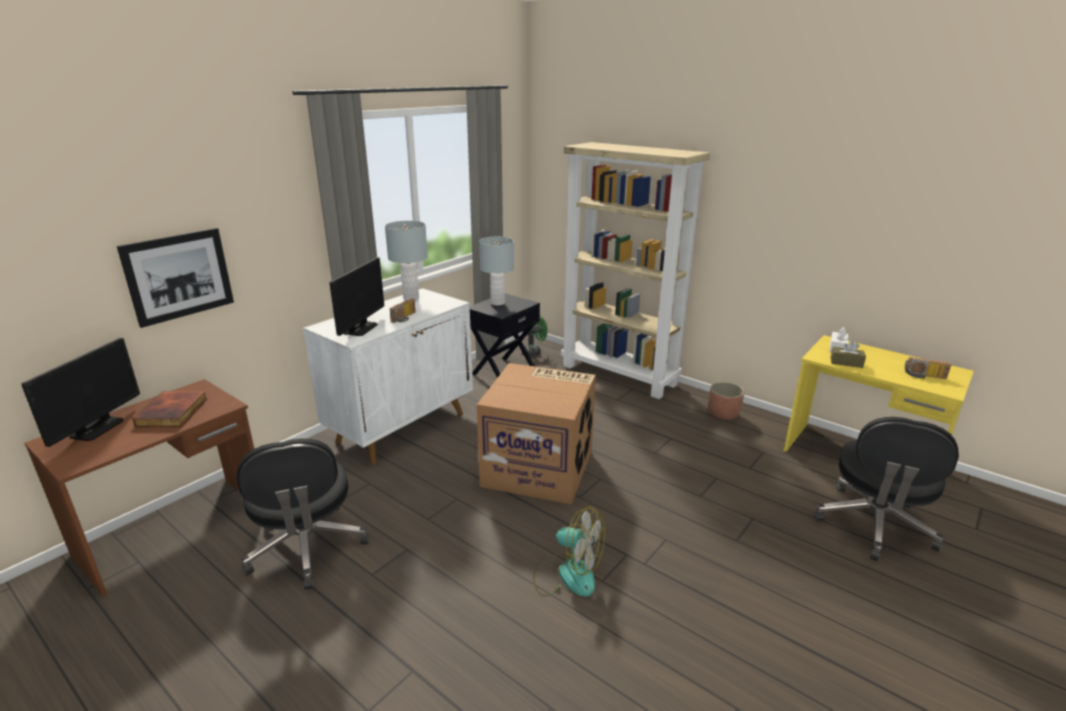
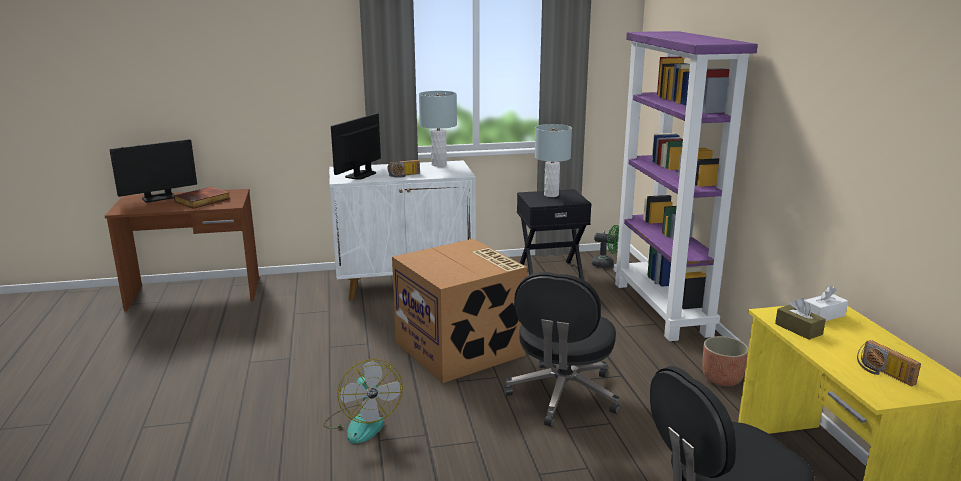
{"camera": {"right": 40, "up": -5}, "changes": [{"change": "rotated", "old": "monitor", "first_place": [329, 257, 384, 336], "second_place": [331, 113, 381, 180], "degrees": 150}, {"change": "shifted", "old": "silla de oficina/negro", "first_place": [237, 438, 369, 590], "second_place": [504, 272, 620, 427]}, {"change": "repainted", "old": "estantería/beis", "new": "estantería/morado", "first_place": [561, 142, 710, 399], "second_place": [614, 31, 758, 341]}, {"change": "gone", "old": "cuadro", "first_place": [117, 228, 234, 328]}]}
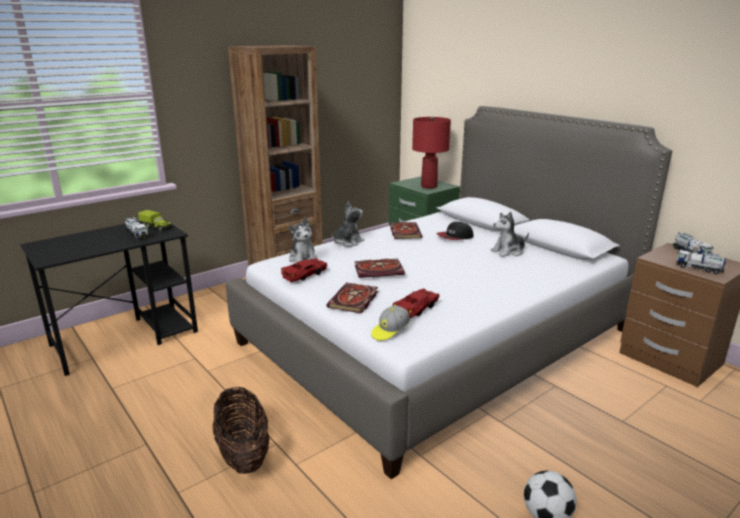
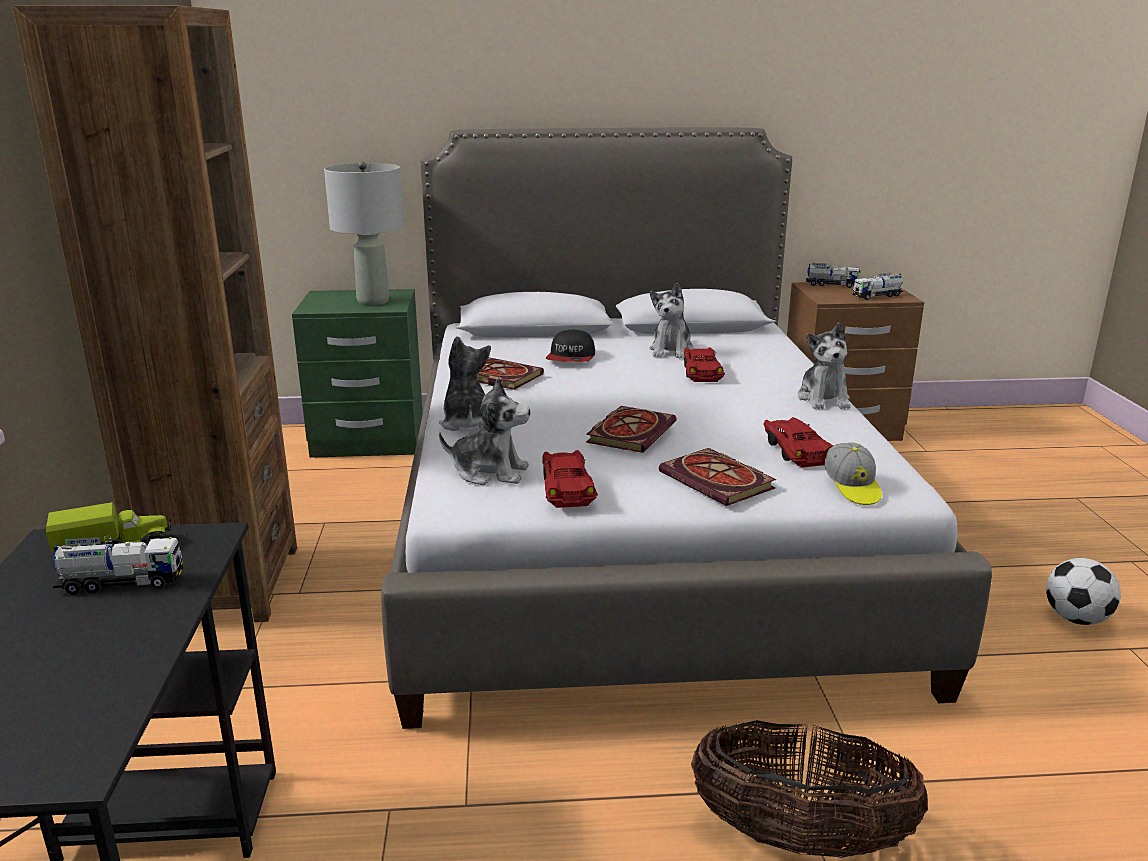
{"camera": {"right": -55, "up": 0}, "changes": [{"change": "repainted", "old": "lámpara de mesa/rojo", "new": "lámpara de mesa/gris", "first_place": [412, 116, 451, 189], "second_place": [324, 161, 404, 305]}, {"change": "new", "new": "coche de juguete/rojo", "second_place": [684, 347, 725, 382]}, {"change": "new", "new": "peluche", "second_place": [798, 322, 851, 409]}]}
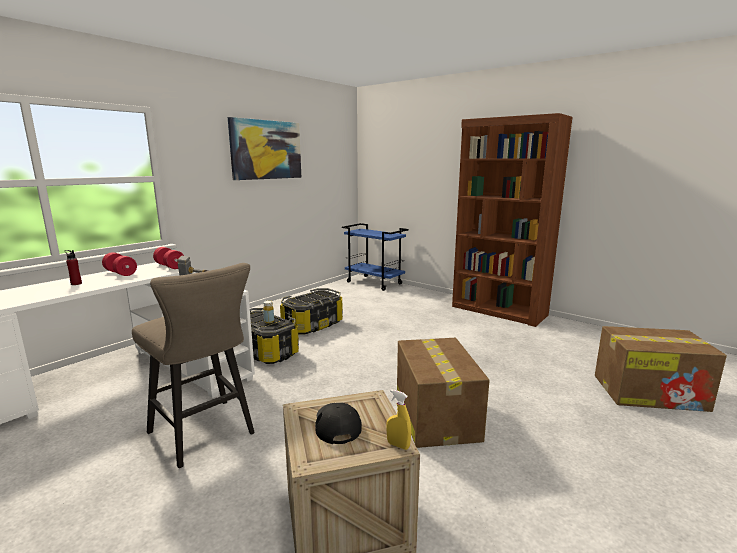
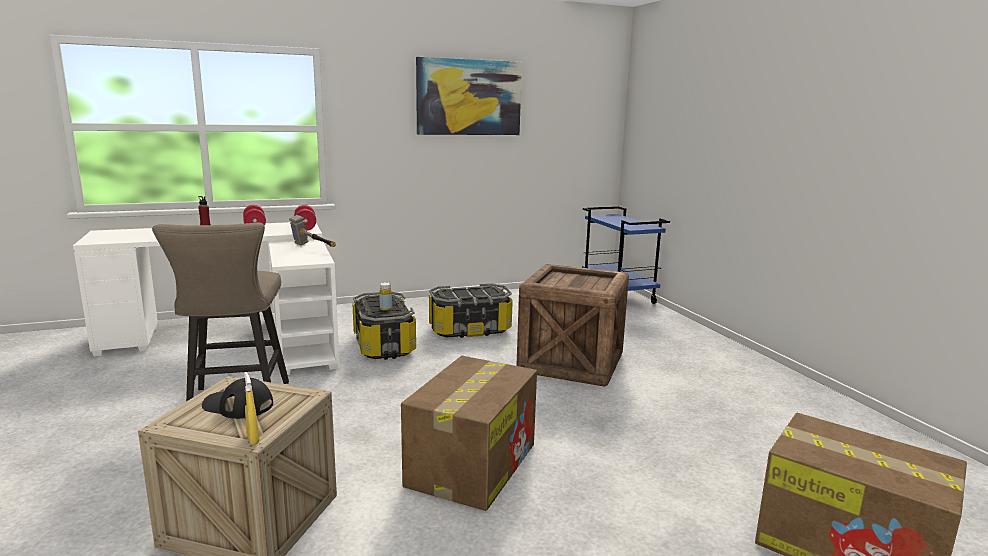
{"camera": {"right": 30, "up": 0}, "changes": [{"change": "rotated", "old": "gorra/negro", "first_place": [315, 403, 362, 444], "second_place": [202, 378, 273, 419], "degrees": -90}, {"change": "new", "new": "caja de embalaje", "second_place": [516, 264, 629, 386]}, {"change": "gone", "old": "estantería/marrón", "first_place": [452, 113, 573, 327]}]}
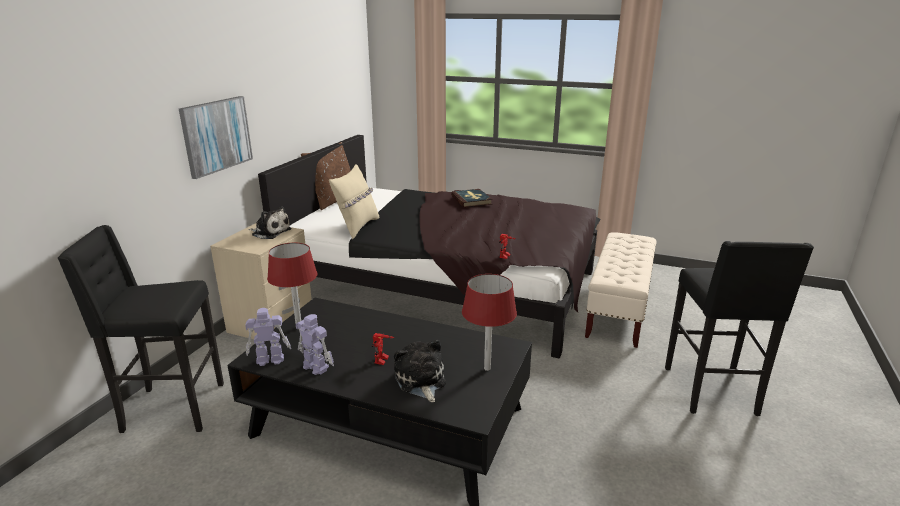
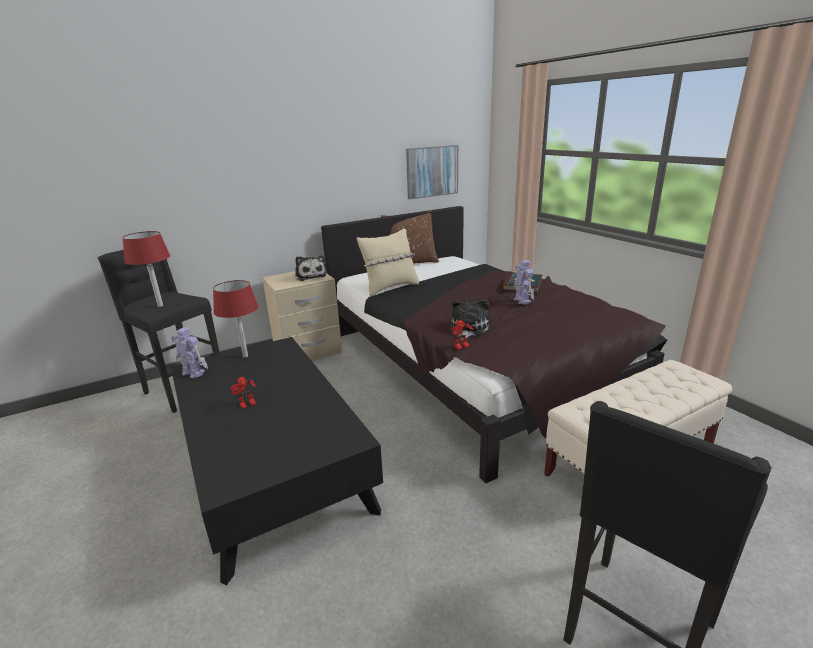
{"camera": {"right": 40, "up": 0}, "changes": [{"change": "shifted", "old": "lámpara de mesa/rojo", "first_place": [462, 274, 517, 371], "second_place": [122, 231, 170, 307]}, {"change": "shifted", "old": "cuadro", "first_place": [179, 96, 253, 179], "second_place": [406, 145, 458, 199]}, {"change": "shifted", "old": "peluche", "first_place": [394, 340, 446, 403], "second_place": [450, 298, 490, 341]}, {"change": "shifted", "old": "robot de juguete", "first_place": [296, 314, 334, 375], "second_place": [514, 260, 534, 305]}]}
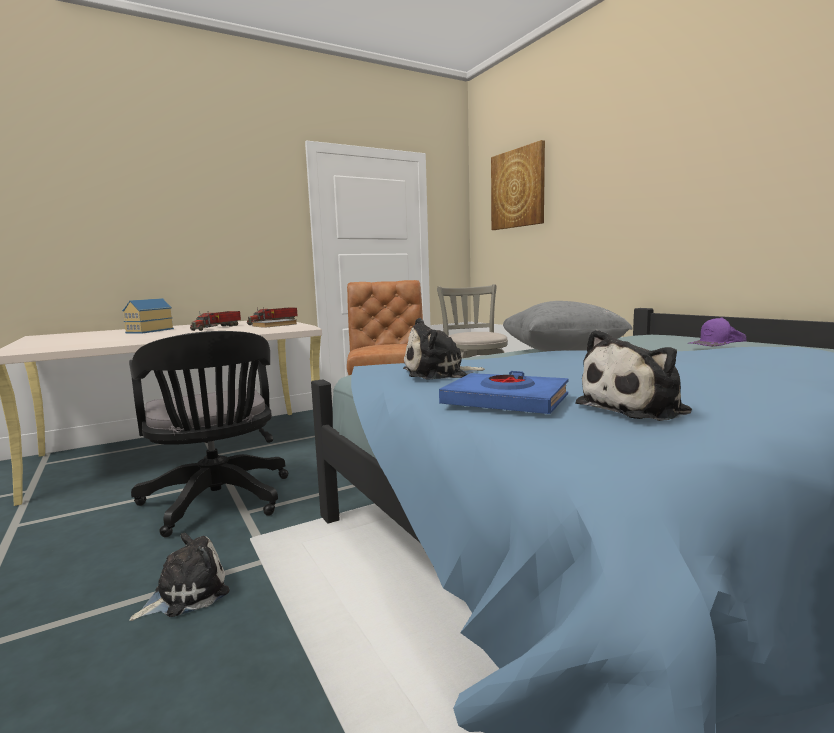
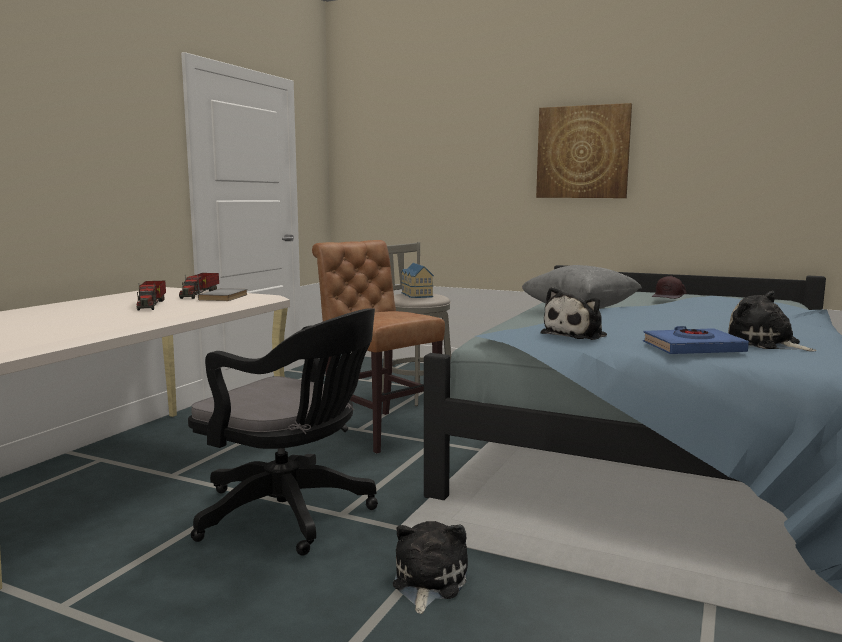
{"camera": {"right": -35, "up": 0}, "changes": [{"change": "shifted", "old": "casita", "first_place": [122, 298, 174, 334], "second_place": [401, 263, 434, 298]}, {"change": "shifted", "old": "cuadro", "first_place": [491, 140, 545, 230], "second_place": [536, 103, 632, 198]}, {"change": "repainted", "old": "gorra/morado", "new": "gorra/marrón", "first_place": [688, 317, 747, 346], "second_place": [652, 276, 687, 299]}, {"change": "rotated", "old": "peluche", "first_place": [575, 330, 692, 421], "second_place": [728, 291, 816, 351], "degrees": 120}]}
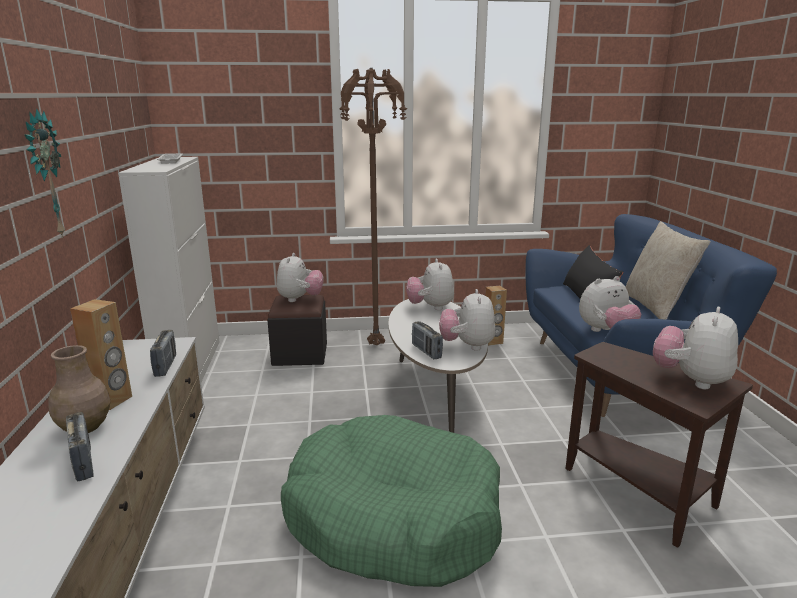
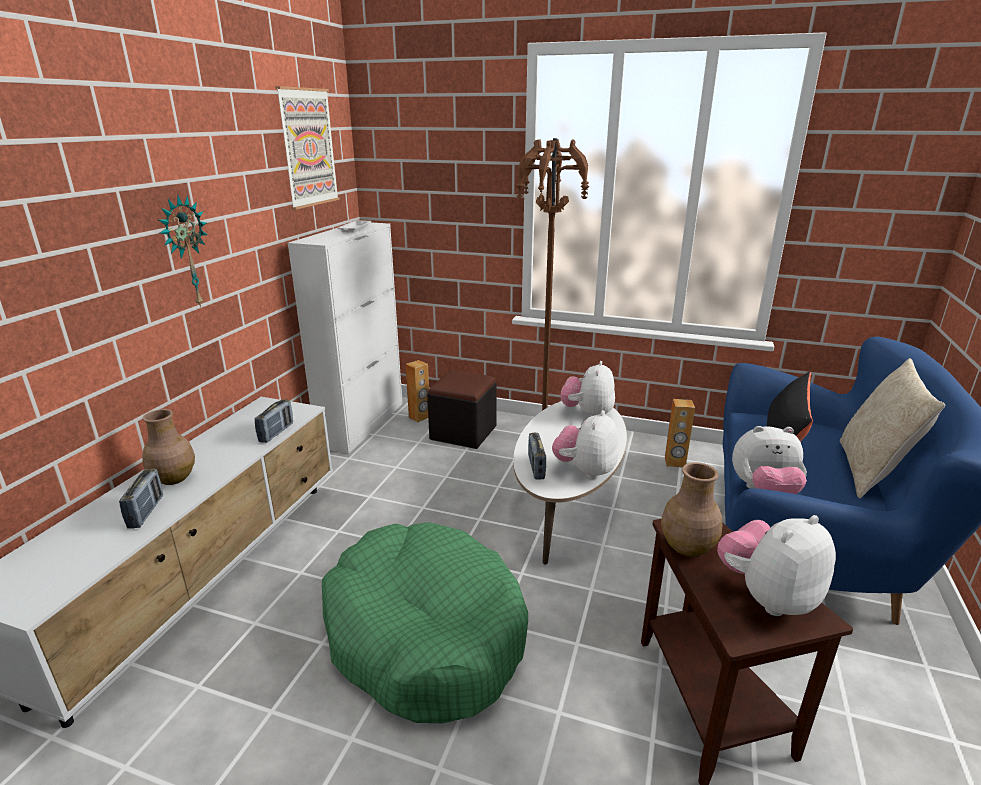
{"camera": {"right": 25, "up": 5}, "changes": [{"change": "new", "new": "cuadro", "second_place": [275, 86, 340, 210]}, {"change": "shifted", "old": "altavoz/marrón", "first_place": [70, 299, 132, 410], "second_place": [405, 360, 429, 422]}, {"change": "new", "new": "florero/marrón", "second_place": [661, 462, 722, 557]}, {"change": "gone", "old": "peluche", "first_place": [277, 253, 324, 302]}]}
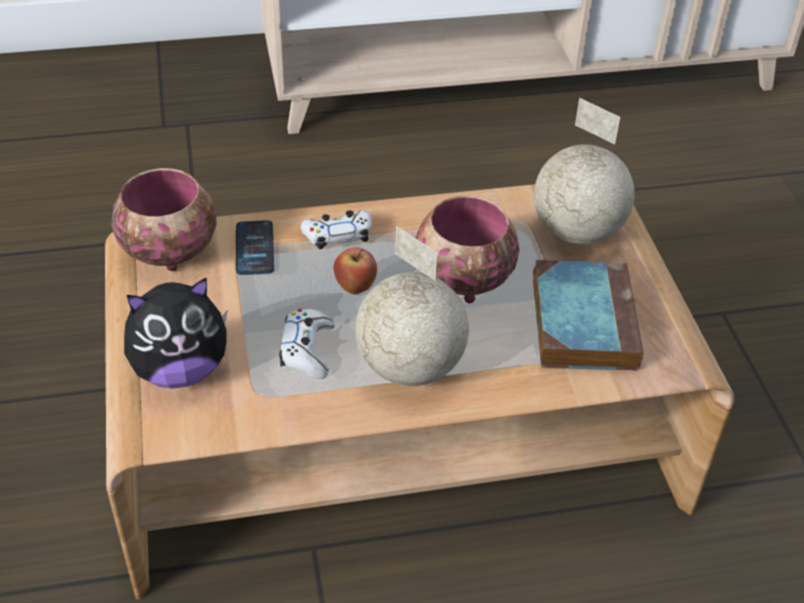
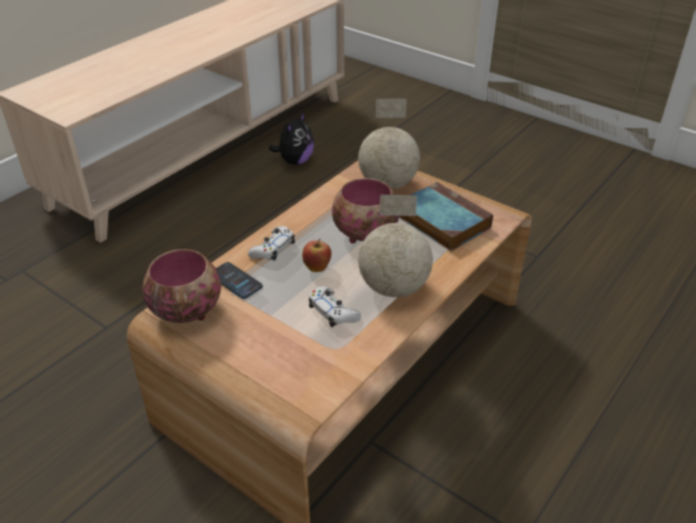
{"camera": {"right": -40, "up": -5}, "changes": [{"change": "shifted", "old": "peluche", "first_place": [124, 278, 227, 389], "second_place": [269, 112, 314, 165]}]}
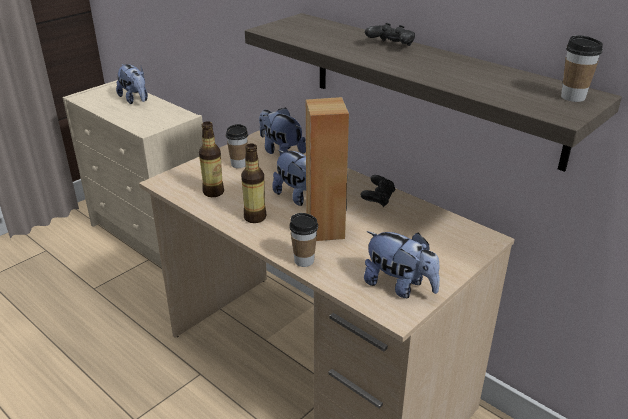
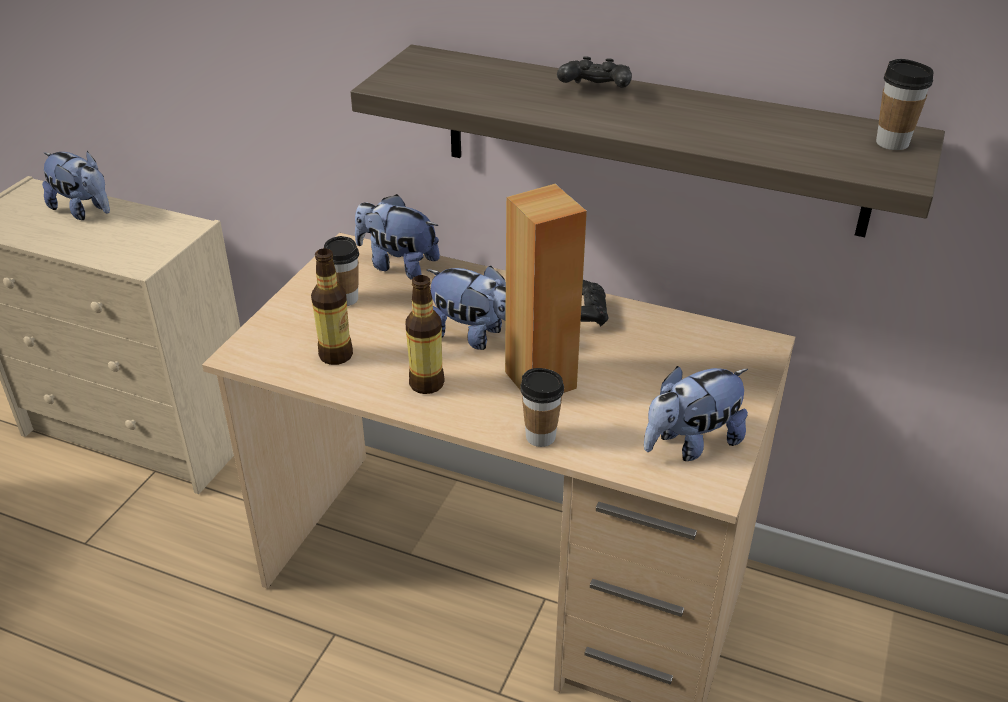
{"camera": {"right": -20, "up": 5}, "changes": [{"change": "rotated", "old": "peluche", "first_place": [364, 231, 440, 298], "second_place": [644, 366, 748, 461], "degrees": 135}]}
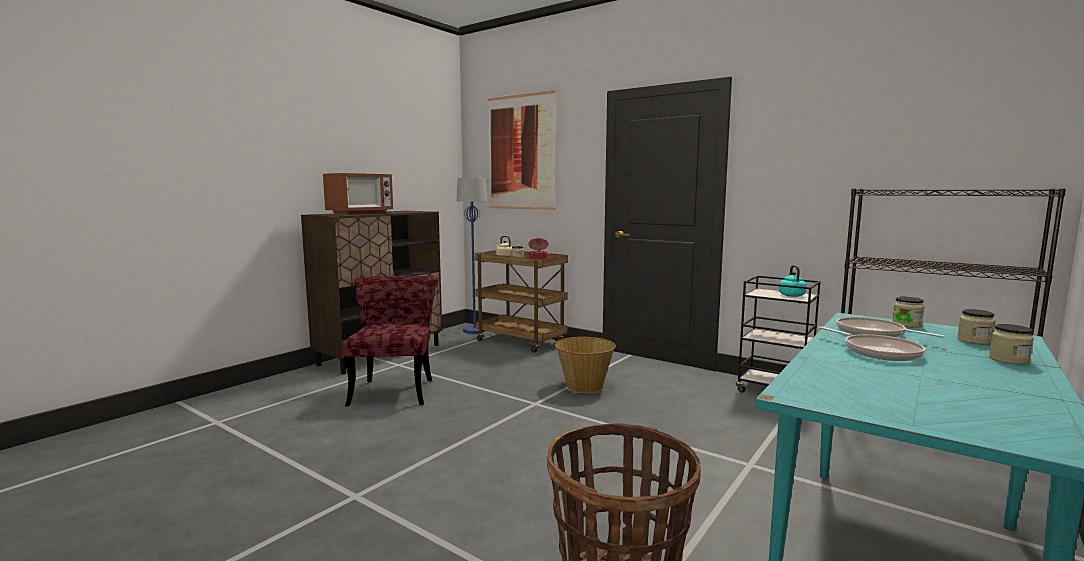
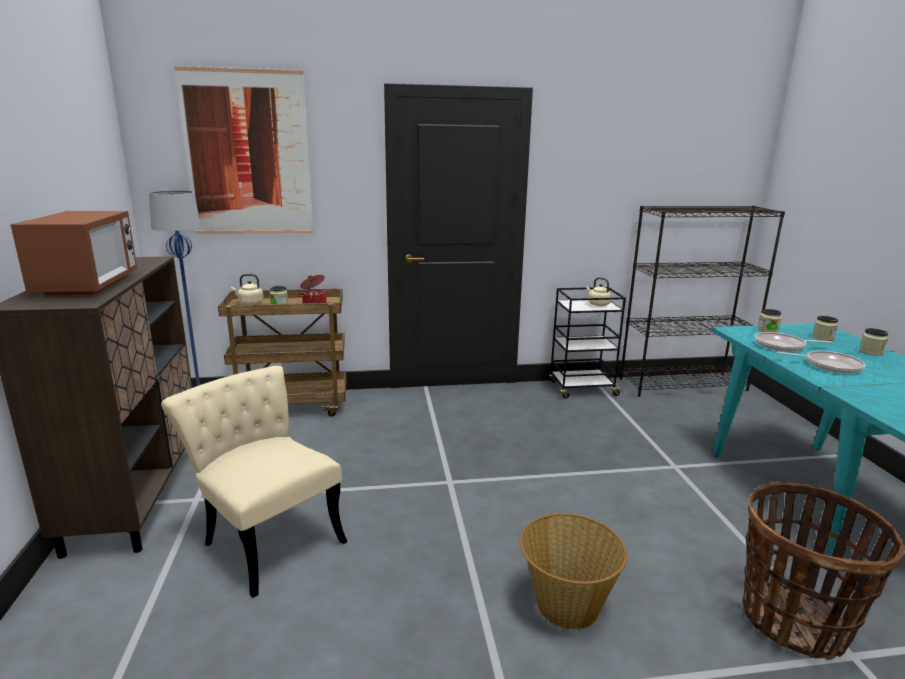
{"camera": {"right": -45, "up": 10}, "changes": [{"change": "repainted", "old": "silla/rojo", "new": "silla/beis", "first_place": [342, 276, 439, 407], "second_place": [161, 366, 347, 598]}, {"change": "shifted", "old": "cesta", "first_place": [555, 337, 616, 393], "second_place": [520, 513, 627, 630]}, {"change": "repainted", "old": "hervidor/turquesa", "new": "hervidor/beis", "first_place": [779, 265, 806, 297], "second_place": [586, 277, 611, 306]}]}
